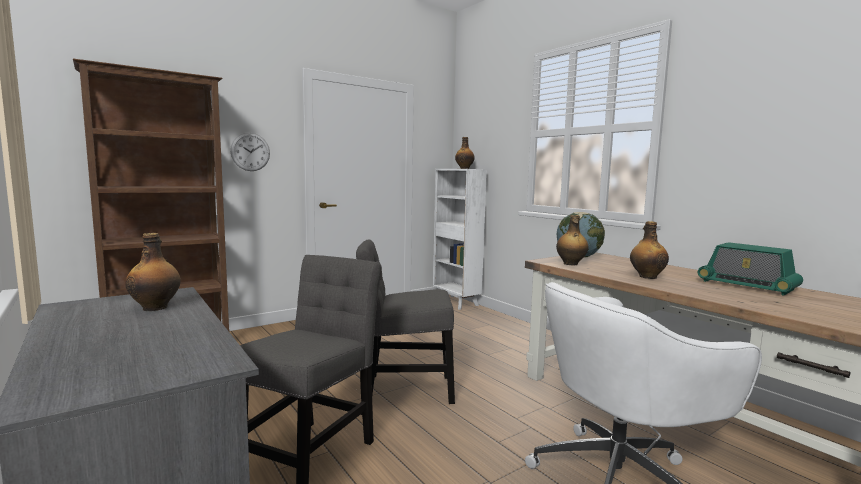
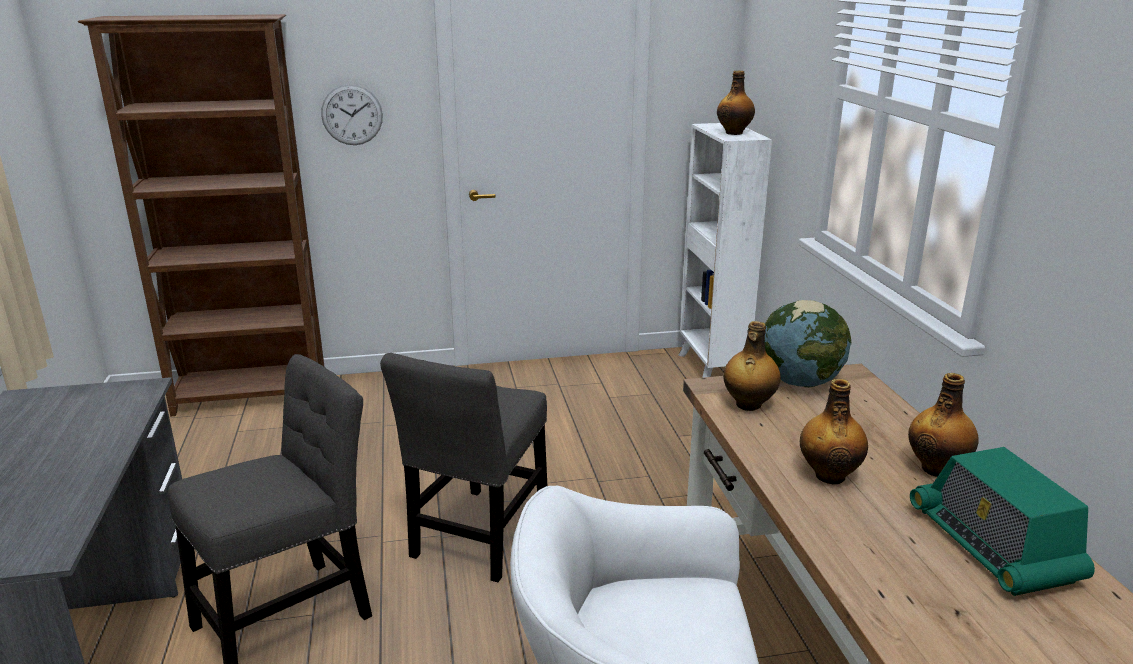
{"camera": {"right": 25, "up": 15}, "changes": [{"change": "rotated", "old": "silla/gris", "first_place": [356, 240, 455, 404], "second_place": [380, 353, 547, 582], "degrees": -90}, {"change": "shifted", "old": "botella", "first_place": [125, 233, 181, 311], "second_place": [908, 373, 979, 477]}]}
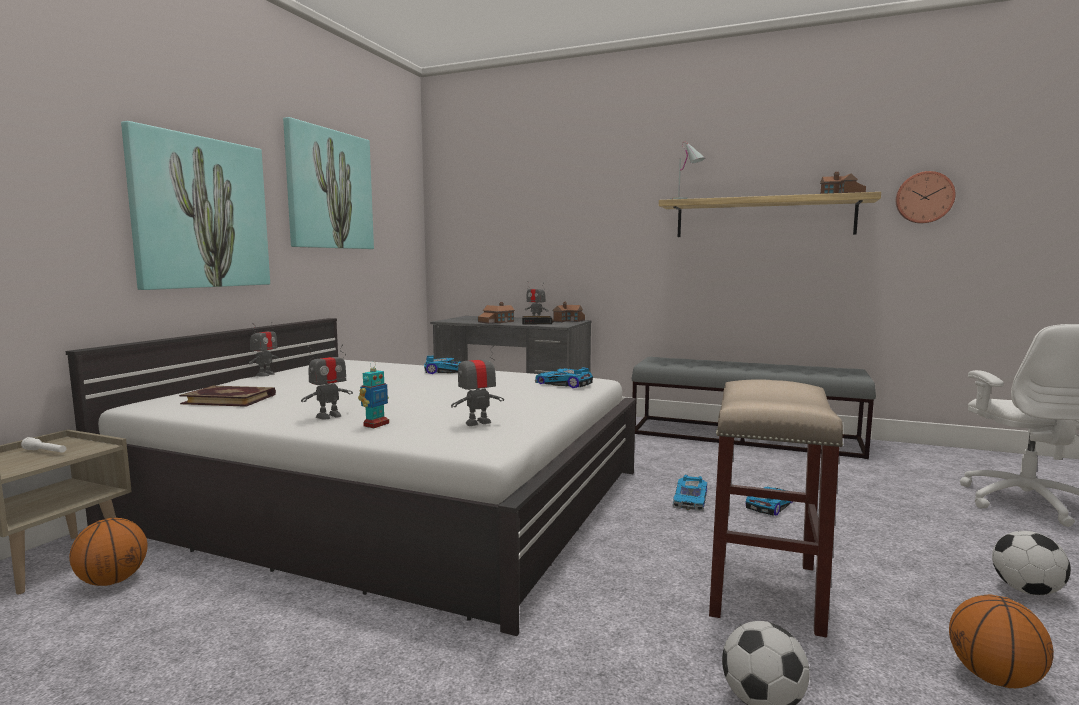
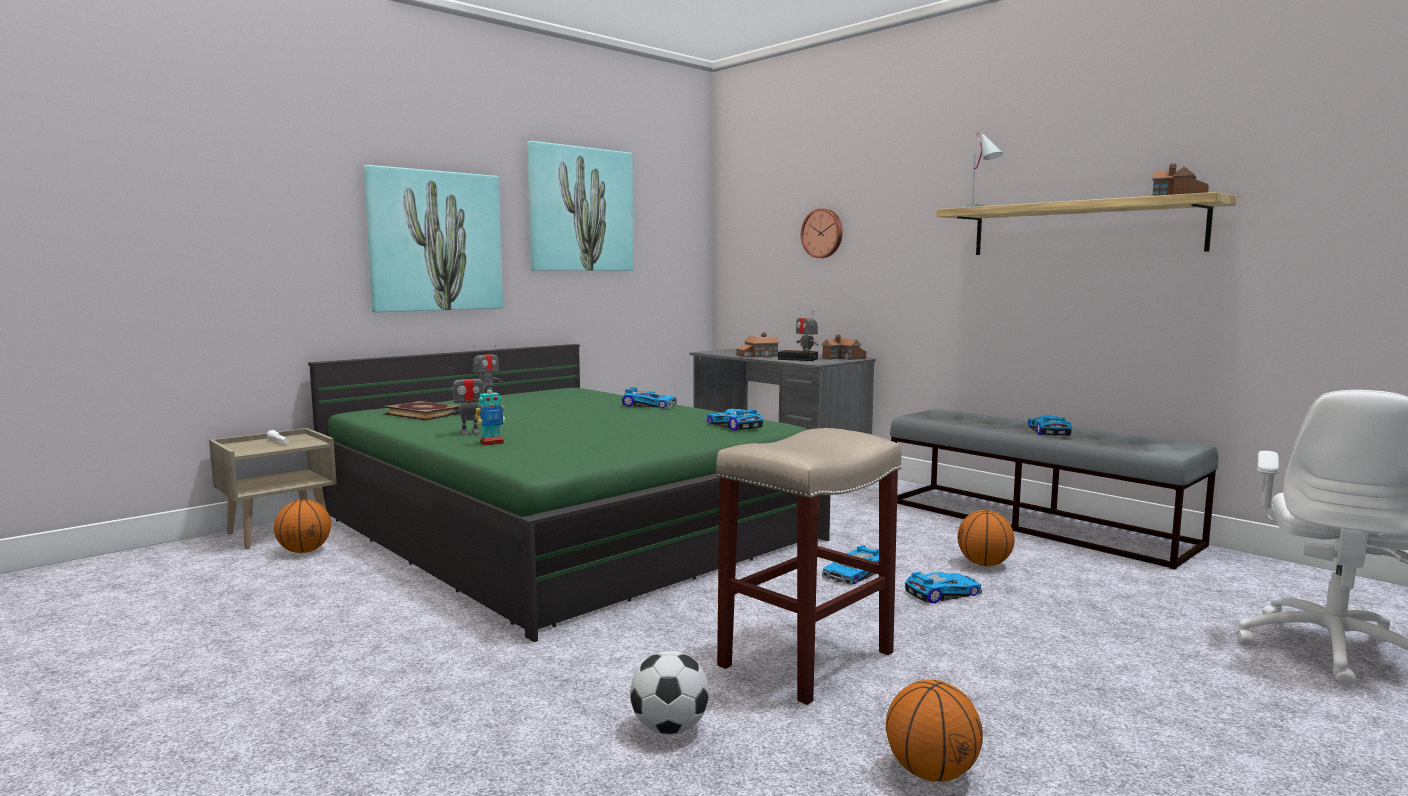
{"camera": {"right": 25, "up": 0}, "changes": [{"change": "repainted", "old": "cama/blanco", "new": "cama/verde", "first_place": [66, 318, 636, 636], "second_place": [308, 344, 830, 642]}, {"change": "shifted", "old": "reloj de pared", "first_place": [896, 171, 956, 223], "second_place": [801, 208, 843, 258]}, {"change": "new", "new": "balón de baloncesto", "second_place": [958, 510, 1015, 567]}, {"change": "new", "new": "coche de juguete", "second_place": [1027, 415, 1071, 436]}, {"change": "gone", "old": "robot de juguete", "first_place": [451, 345, 504, 426]}, {"change": "gone", "old": "balón de fútbol", "first_place": [992, 531, 1071, 595]}]}
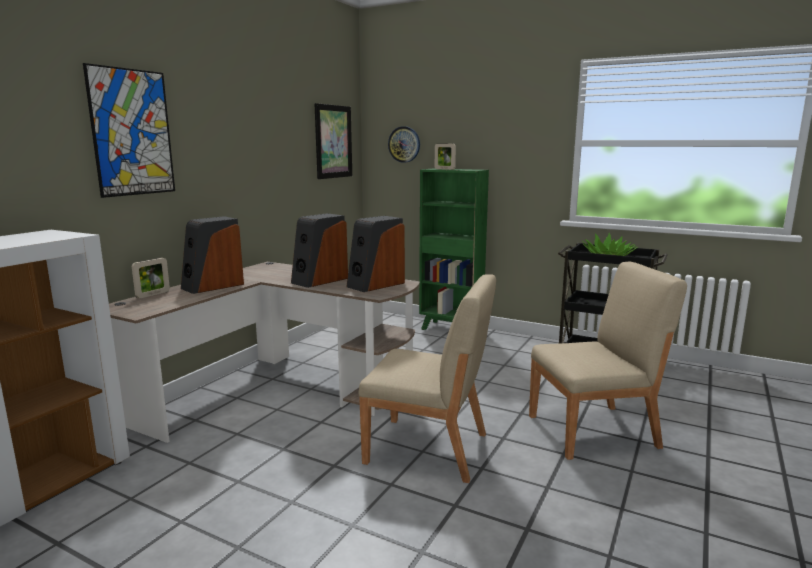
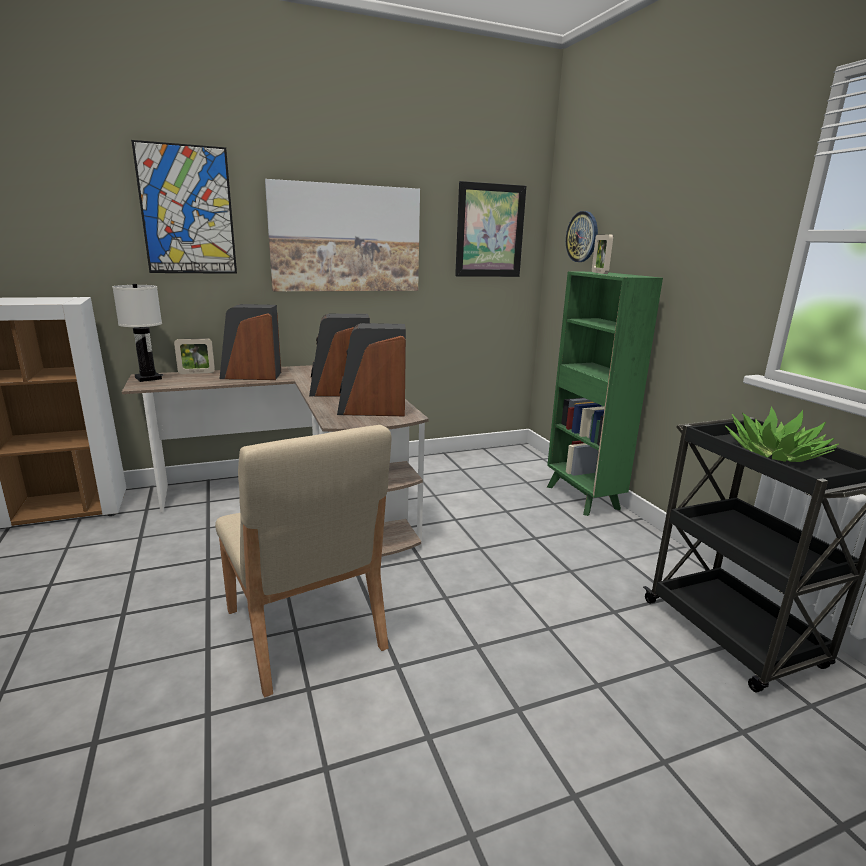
{"camera": {"right": 40, "up": 5}, "changes": [{"change": "new", "new": "lámpara de mesa/blanco", "second_place": [112, 284, 162, 382]}, {"change": "new", "new": "cuadro", "second_place": [265, 179, 420, 291]}, {"change": "gone", "old": "silla/beis", "first_place": [529, 262, 687, 460]}]}
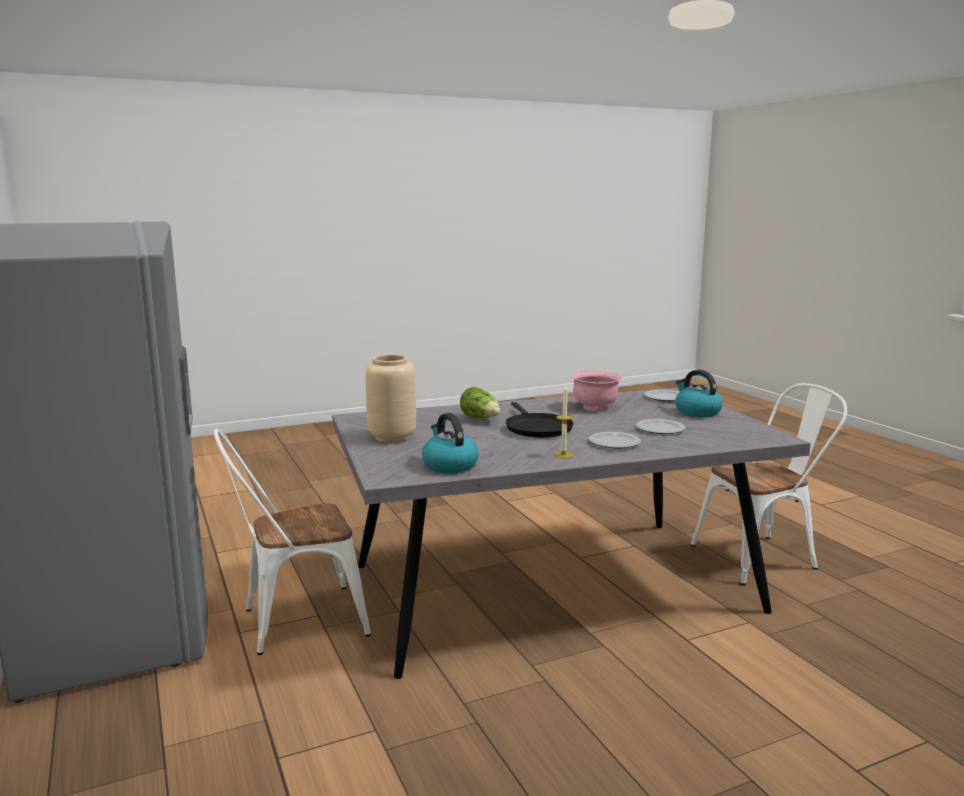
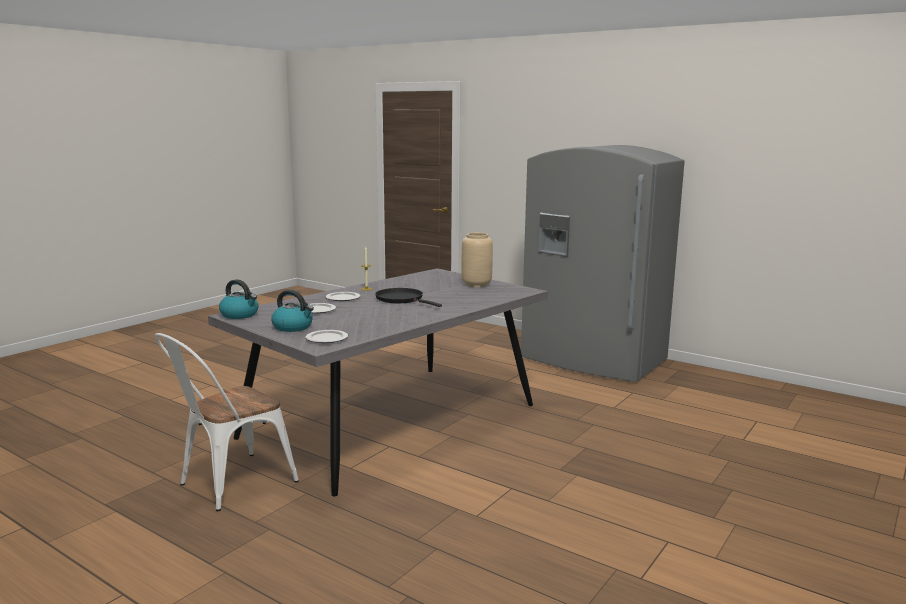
{"camera": {"right": 150, "up": 0}, "changes": [{"change": "shifted", "old": "hervidor", "first_place": [422, 413, 479, 474], "second_place": [219, 279, 259, 319]}, {"change": "gone", "old": "silla/blanco", "first_place": [214, 429, 371, 655]}, {"change": "gone", "old": "lechuga", "first_place": [460, 387, 500, 418]}, {"change": "gone", "old": "cuenco/rosa", "first_place": [571, 371, 622, 410]}]}
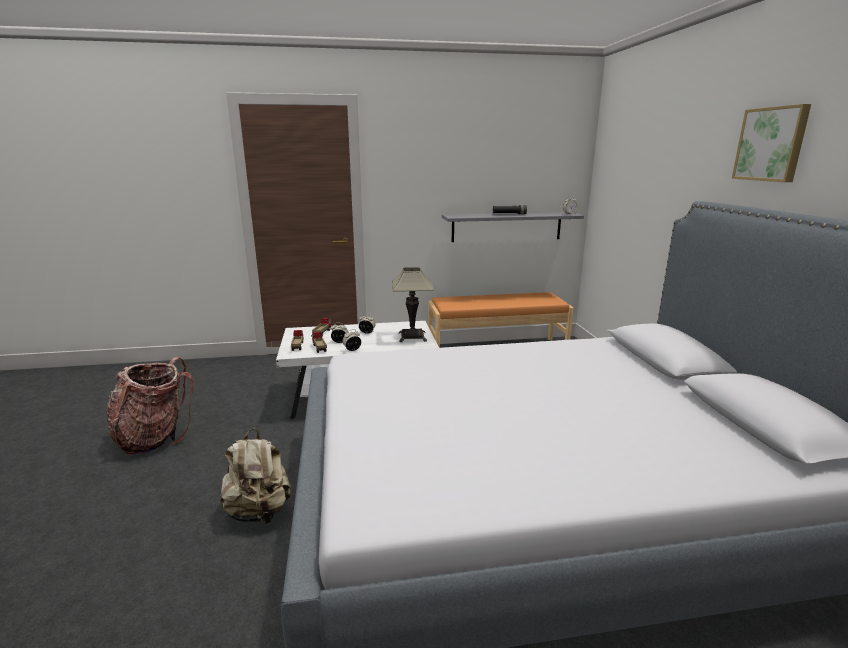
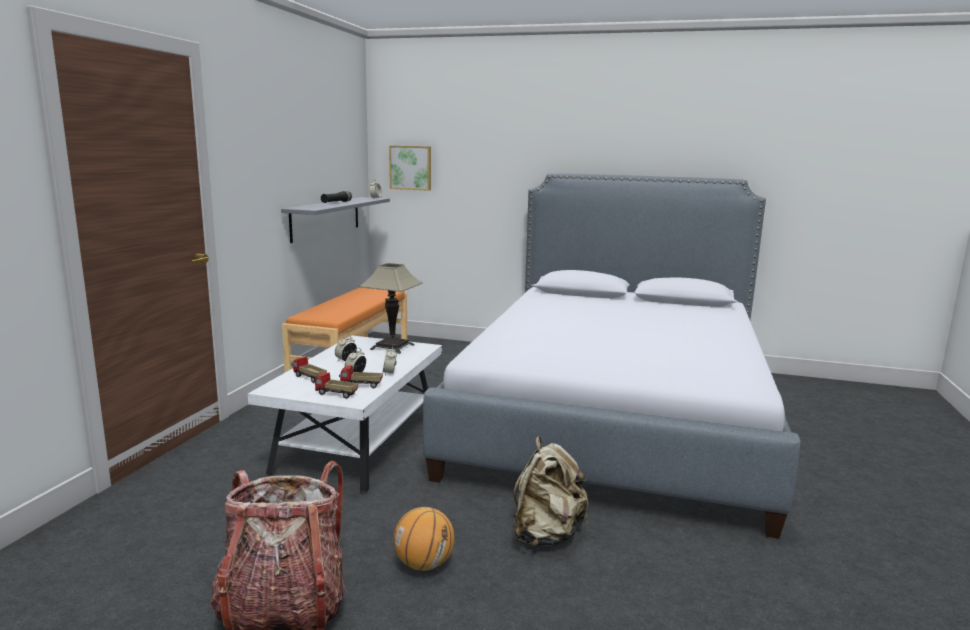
{"camera": {"right": -65, "up": -5}, "changes": [{"change": "shifted", "old": "cuadro", "first_place": [732, 104, 811, 182], "second_place": [389, 146, 431, 191]}, {"change": "new", "new": "balón de baloncesto", "second_place": [394, 507, 455, 571]}]}
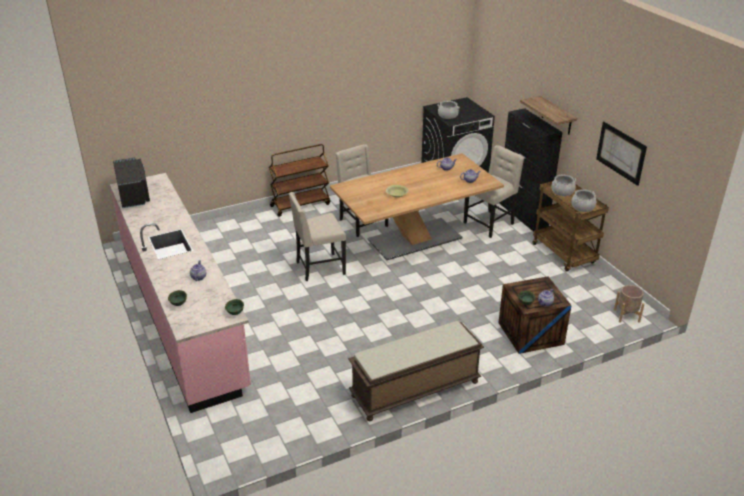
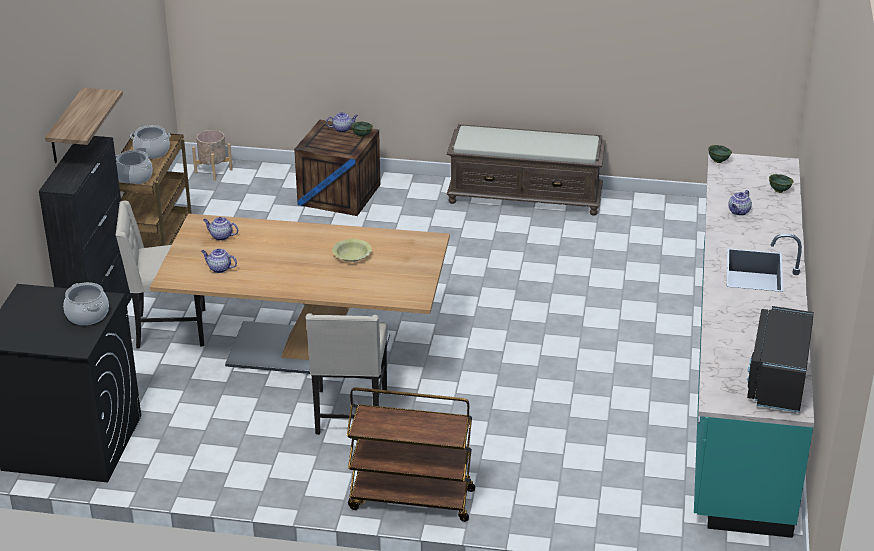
{"camera": {"right": -145, "up": 0}, "changes": [{"change": "repainted", "old": "mueble bajo de cocina/rosa", "new": "mueble bajo de cocina/turquesa", "first_place": [110, 173, 251, 413], "second_place": [694, 152, 814, 538]}, {"change": "gone", "old": "silla/beis", "first_place": [289, 192, 346, 281]}, {"change": "gone", "old": "cuadro", "first_place": [596, 121, 647, 186]}]}
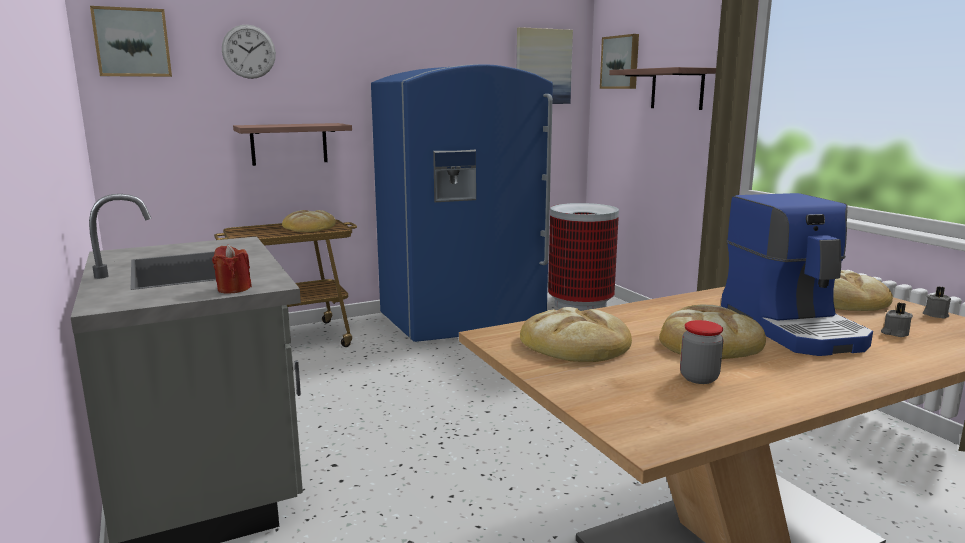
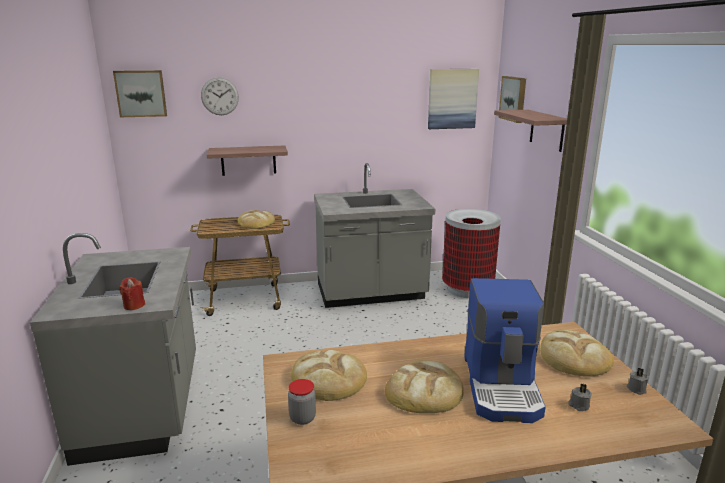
{"camera": {"right": 15, "up": 5}, "changes": [{"change": "shifted", "old": "tarro", "first_place": [680, 320, 723, 384], "second_place": [288, 379, 316, 425]}, {"change": "swapped", "old": "nevera/azul", "new": "mueble bajo de cocina/gris", "first_place": [371, 64, 553, 342], "second_place": [314, 163, 435, 308]}]}
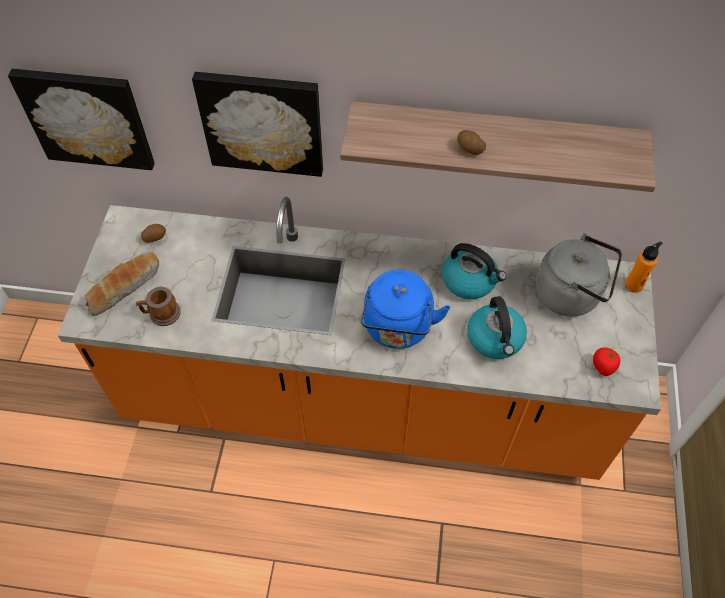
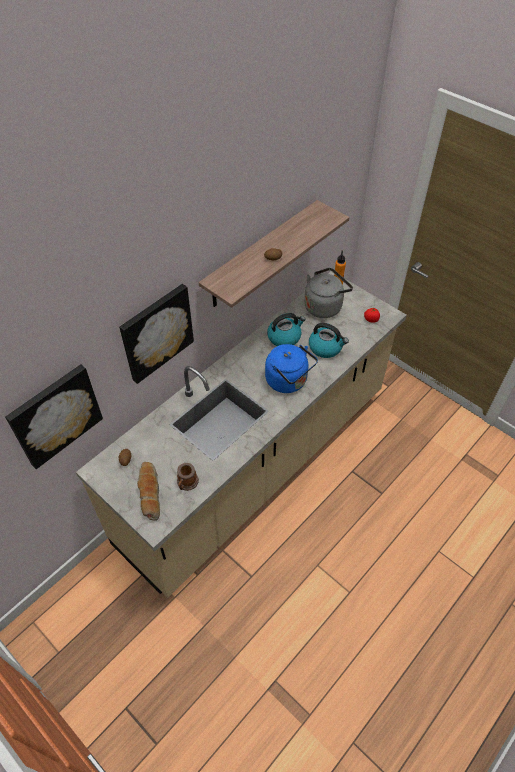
{"camera": {"right": -55, "up": -5}, "changes": [{"change": "repainted", "old": "mueble bajo de cocina/naranja", "new": "mueble bajo de cocina/beis", "first_place": [57, 197, 661, 480], "second_place": [76, 271, 407, 598]}]}
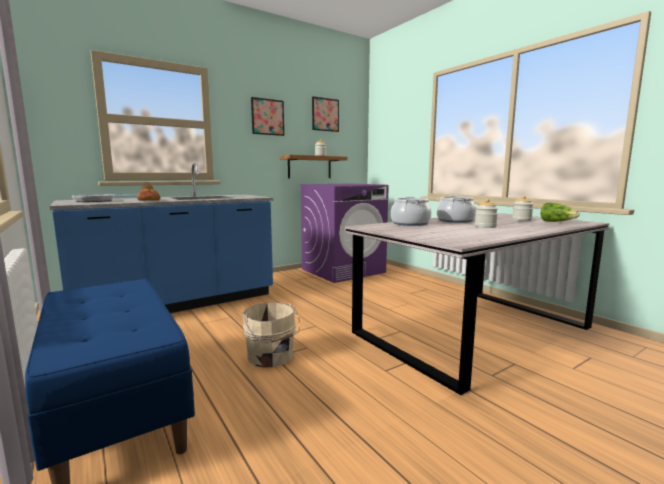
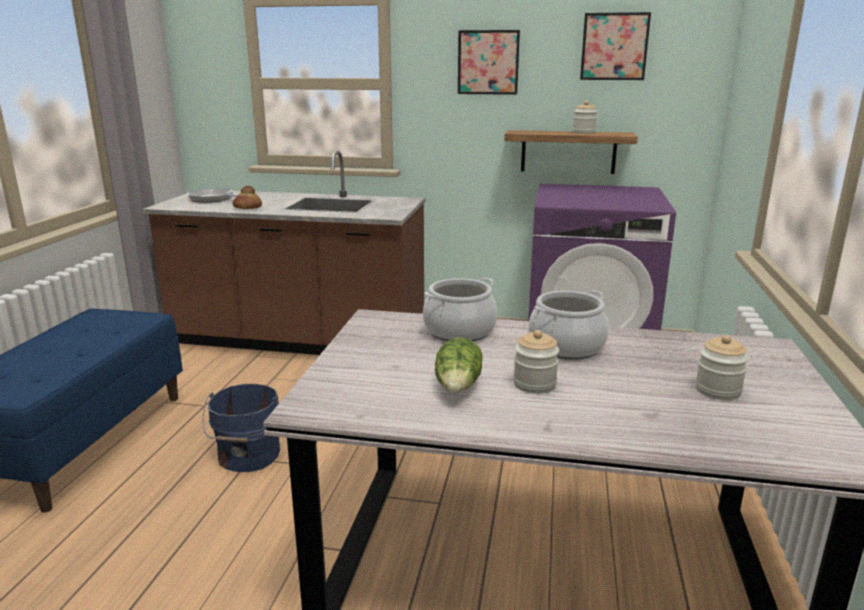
{"camera": {"right": 45, "up": 10}, "changes": [{"change": "repainted", "old": "mueble bajo de cocina/azul", "new": "mueble bajo de cocina/marrón", "first_place": [50, 163, 273, 313], "second_place": [142, 151, 425, 355]}, {"change": "repainted", "old": "cubo/beis", "new": "cubo/azul", "first_place": [243, 302, 300, 368], "second_place": [202, 384, 280, 472]}, {"change": "shifted", "old": "lechuga", "first_place": [540, 203, 580, 222], "second_place": [435, 337, 483, 393]}]}
